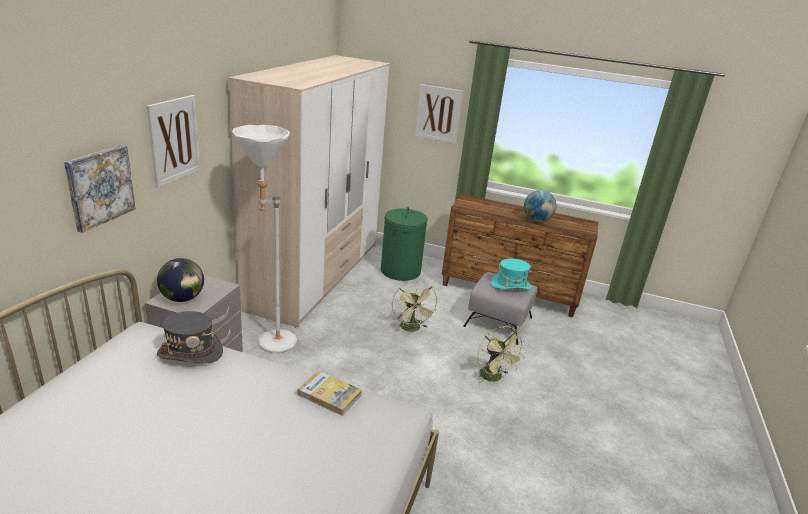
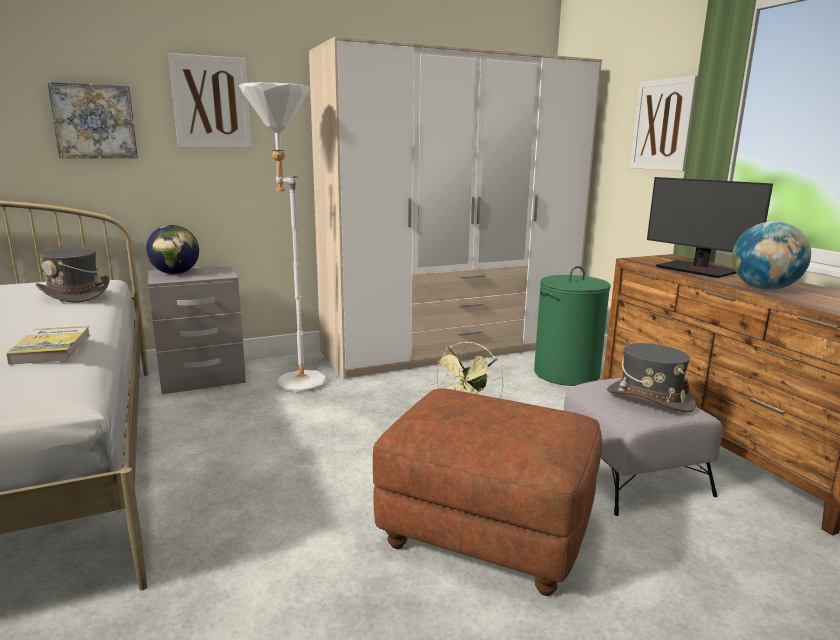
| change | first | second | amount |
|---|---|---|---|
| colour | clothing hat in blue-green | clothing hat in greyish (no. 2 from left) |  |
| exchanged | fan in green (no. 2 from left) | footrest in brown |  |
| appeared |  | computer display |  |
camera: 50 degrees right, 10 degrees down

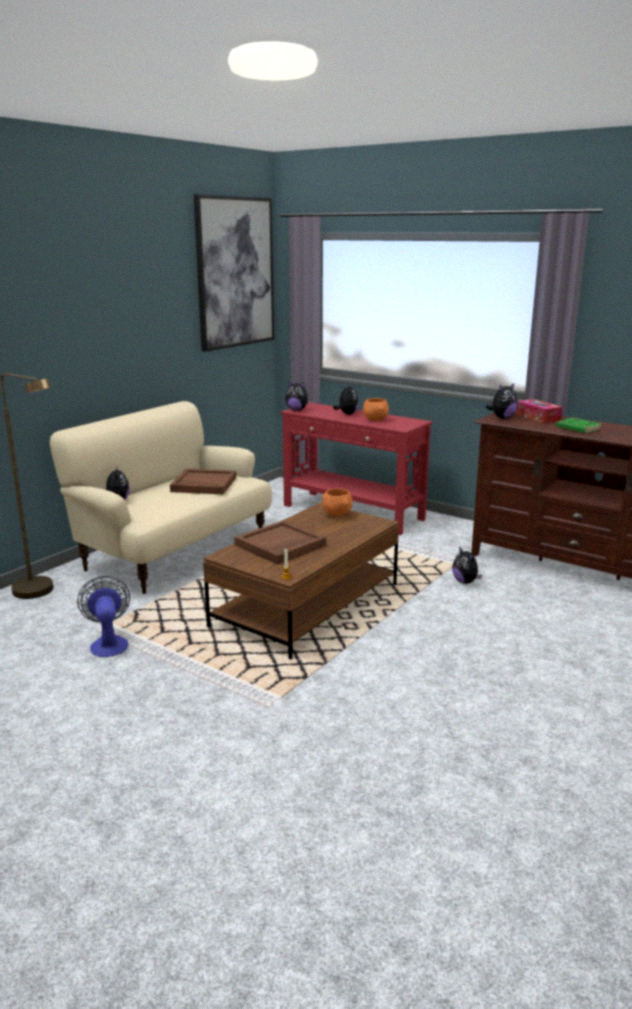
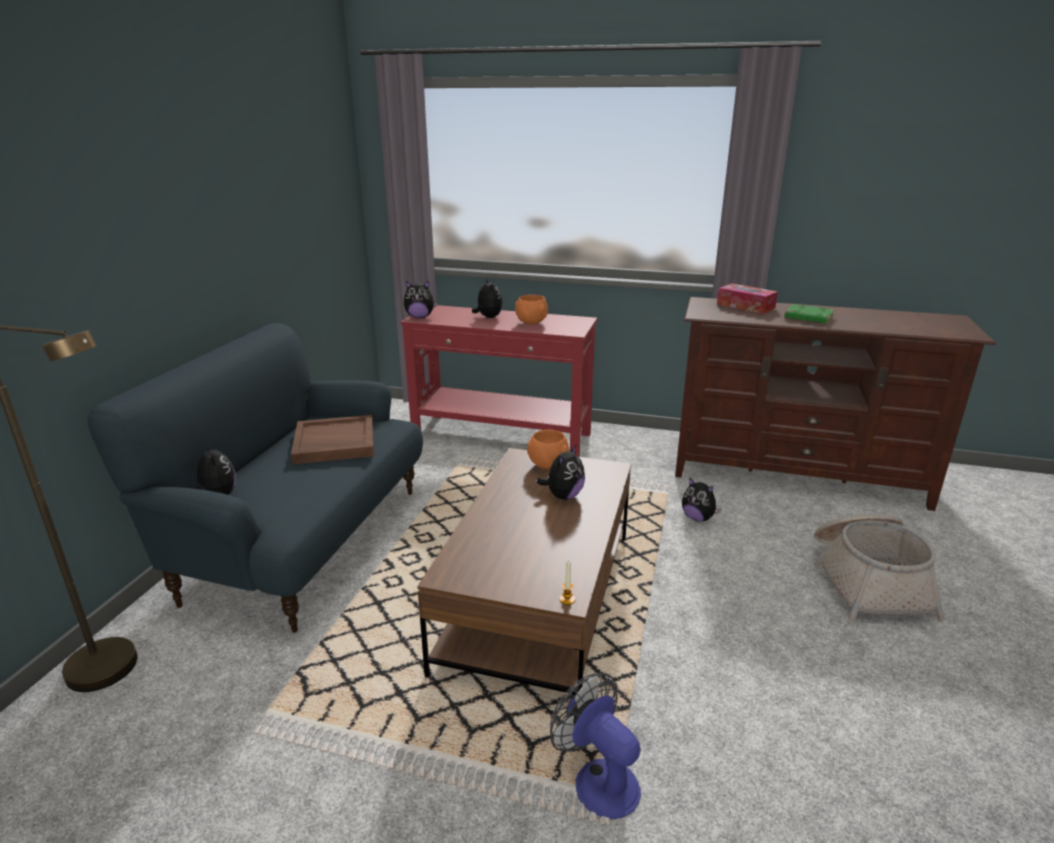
| change | first | second | amount |
|---|---|---|---|
| missing | picture |  |  |
| relocated | plush toy (no. 5 from left in the first image) | plush toy (no. 4 from left) |  |
| colour | sofa in beige-coloured | sofa in blue-coloured |  |
| missing | carrying tray in brown (no. 2 from left) |  |  |
| relocated | fan |  |  |
| appeared |  | storage basket |  |
camera: 20 degrees left, 5 degrees up

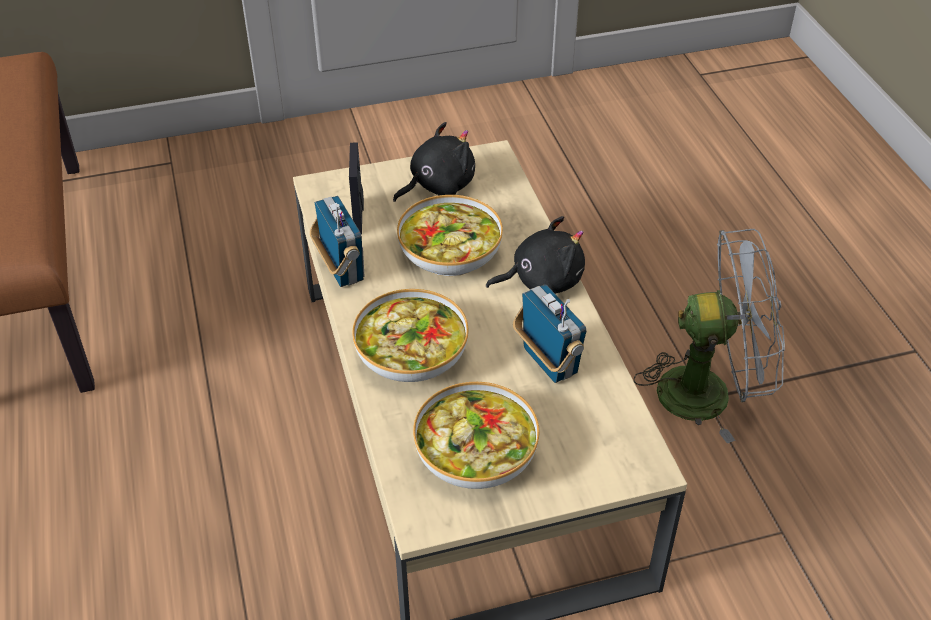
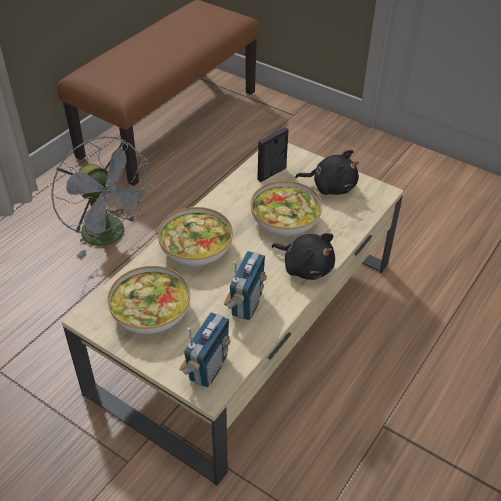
| change | first | second | amount |
|---|---|---|---|
| relocated | radio (no. 1 from left) |  |  |
| relocated | fan in greyish |  |  |
camera: 50 degrees right, 0 degrees up

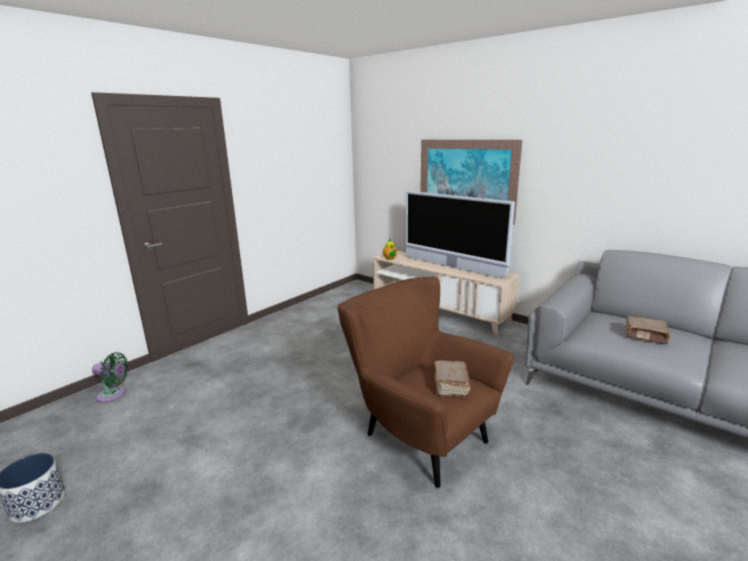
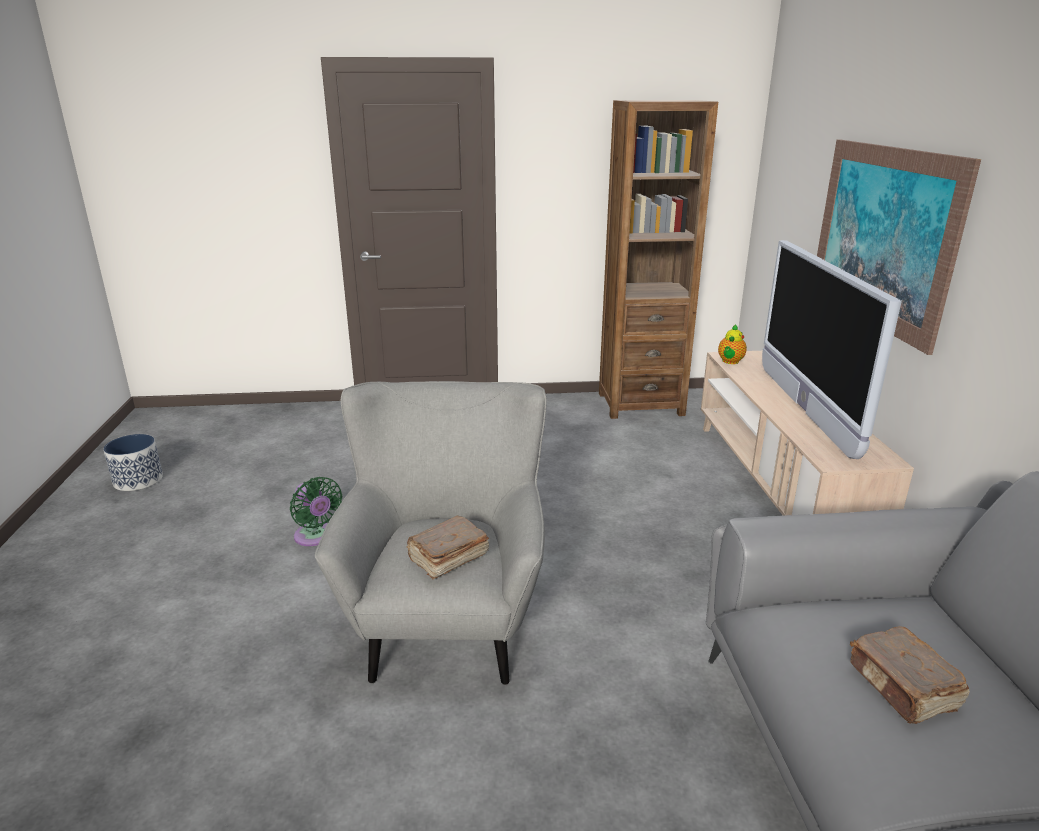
| change | first | second | amount |
|---|---|---|---|
| colour | easy chair in brown | easy chair in greyish |  |
| relocated | fan in green |  |  |
| appeared |  | shelving unit in brown |  |
camera: 45 degrees right, 5 degrees up

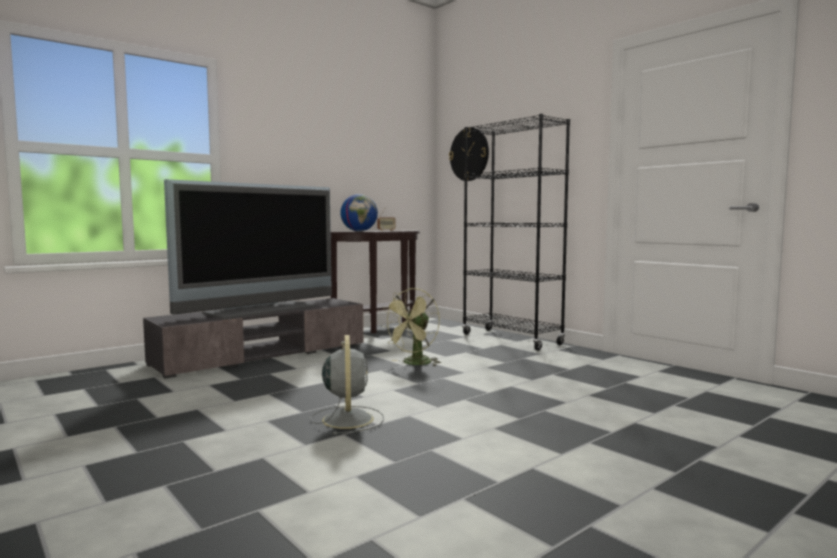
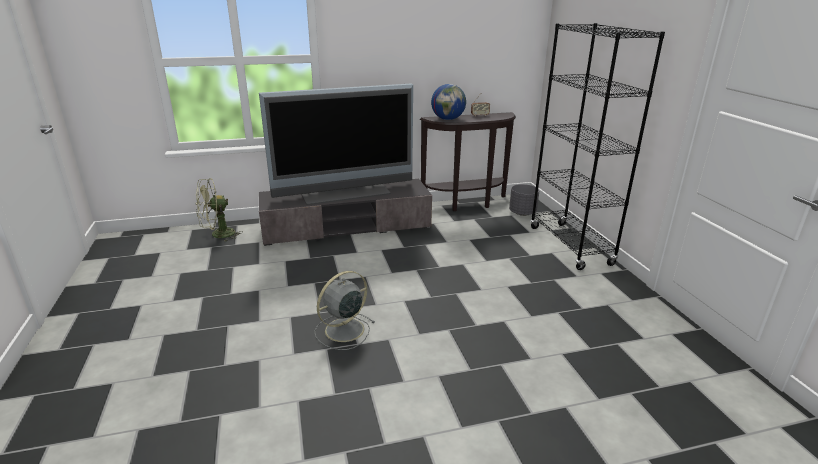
| change | first | second | amount |
|---|---|---|---|
| missing | wall clock |  |  |
| relocated | fan in green |  |  |
| spun | fan in greyish |  | 150 degrees counterclockwise |
| appeared |  | plant pot in greyish |  |
camera: 25 degrees right, 20 degrees up

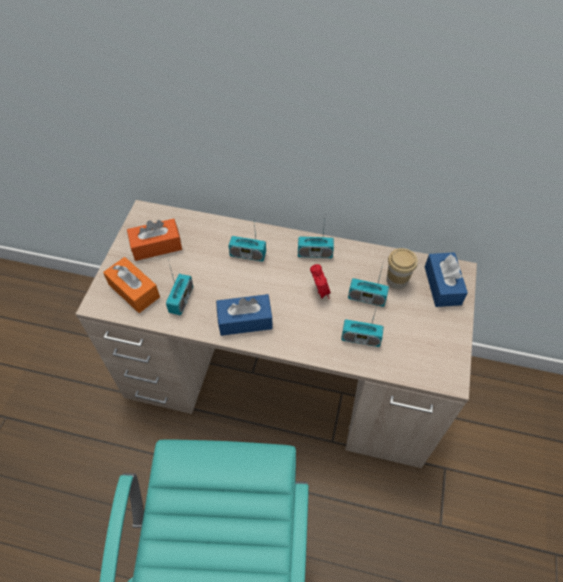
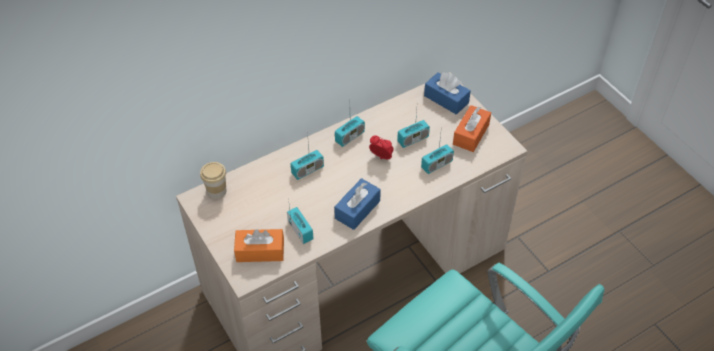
| change | first | second | amount |
|---|---|---|---|
| relocated | tissue box in orange-coloured (no. 2 from left) |  |  |
| relocated | cup |  |  |
camera: 45 degrees left, 5 degrees down

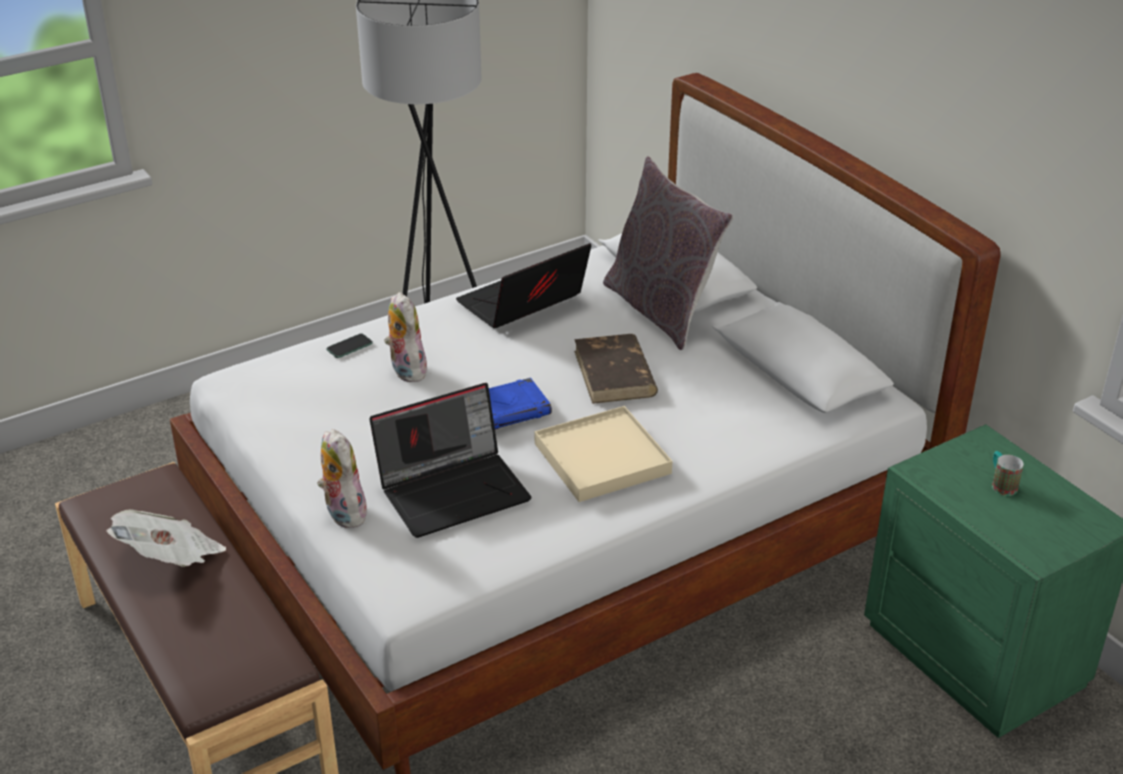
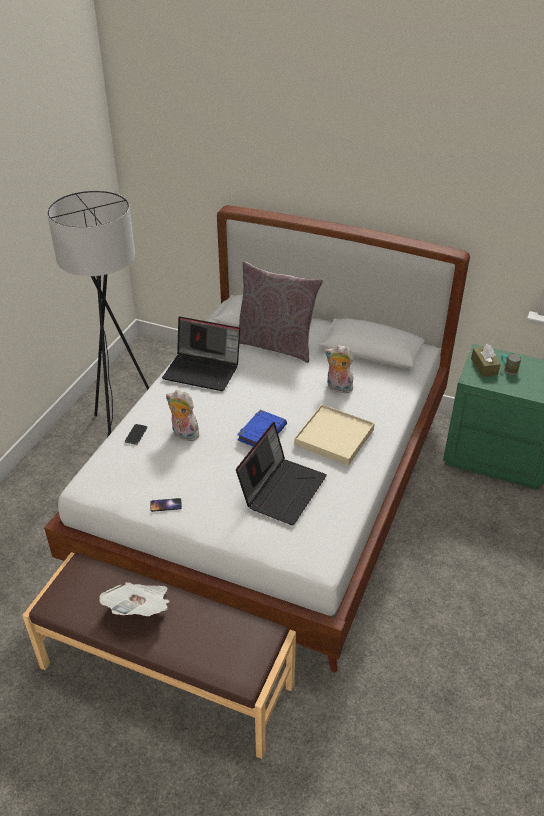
| change | first | second | amount |
|---|---|---|---|
| spun | notebook computer (no. 2 from left in the first image) | notebook computer (no. 1 from left) | 90 degrees counterclockwise |
| missing | book in brown |  |  |
| relocated | plush toy (no. 1 from left in the first image) | plush toy (no. 2 from left) |  |
| appeared |  | tissue box in brown |  |
| appeared |  | handset (no. 2 from left) |  |
camera: 35 degrees left, 5 degrees up

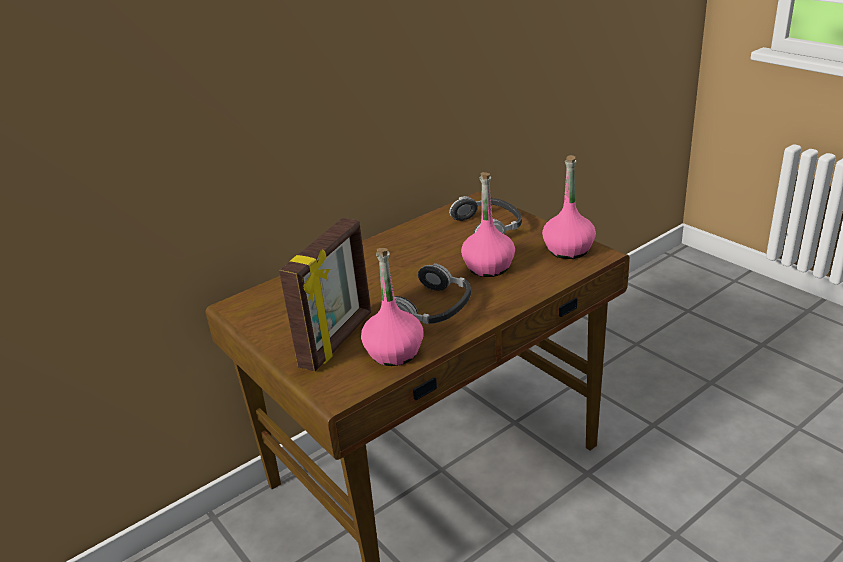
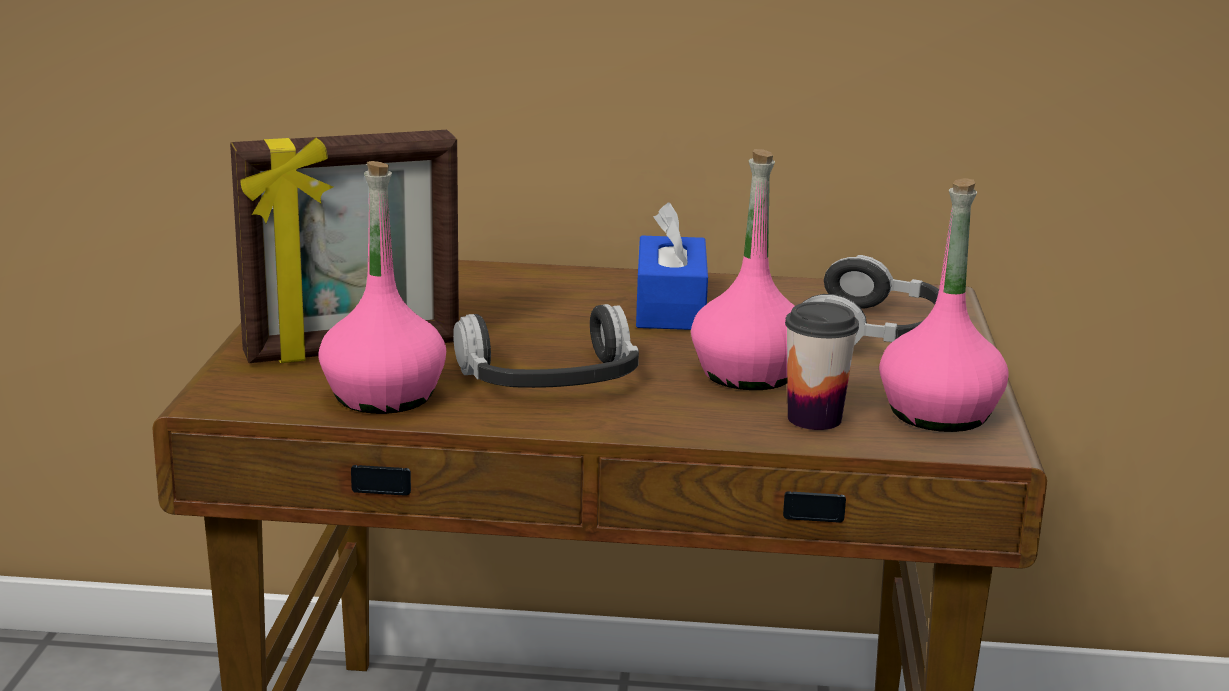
| change | first | second | amount |
|---|---|---|---|
| appeared |  | tissue box in blue-coloured |  |
| appeared |  | cup |  |
camera: 40 degrees right, 10 degrees down

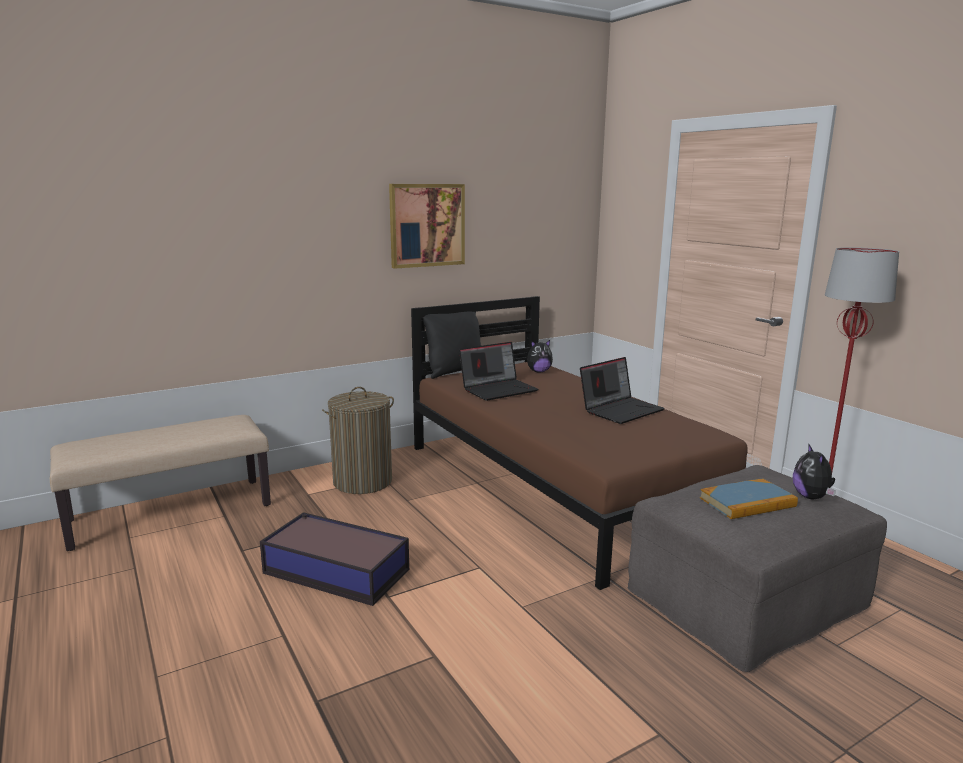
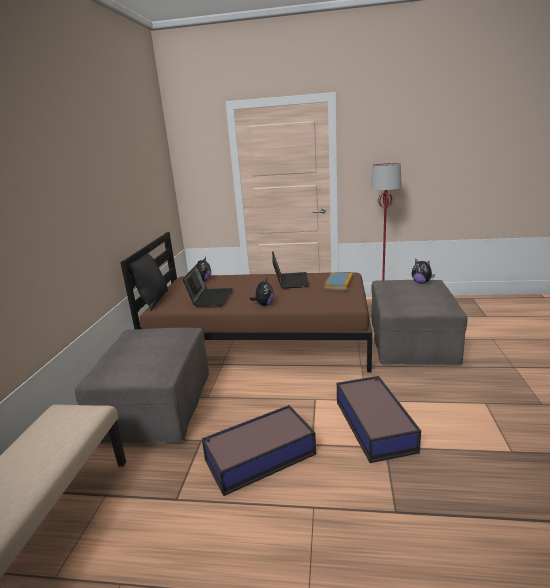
| change | first | second | amount |
|---|---|---|---|
| missing | picture |  |  |
| exchanged | washing basket | footrest in greyish (no. 1 from left) |  |
| relocated | book |  |  |
| appeared |  | plush toy (no. 2 from left) |  |
| appeared |  | storage box (no. 2 from left) |  |
camera: 50 degrees left, 5 degrees up

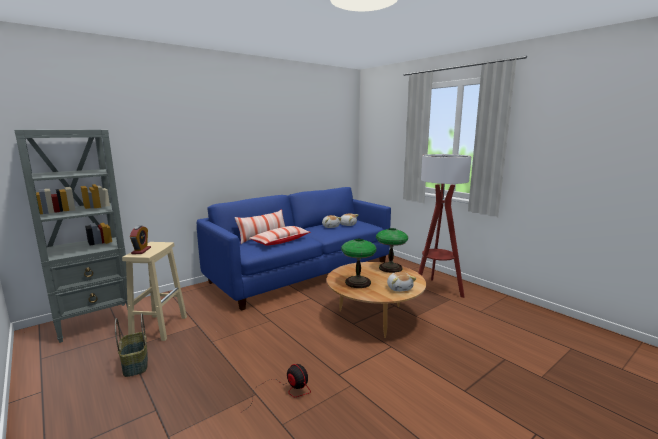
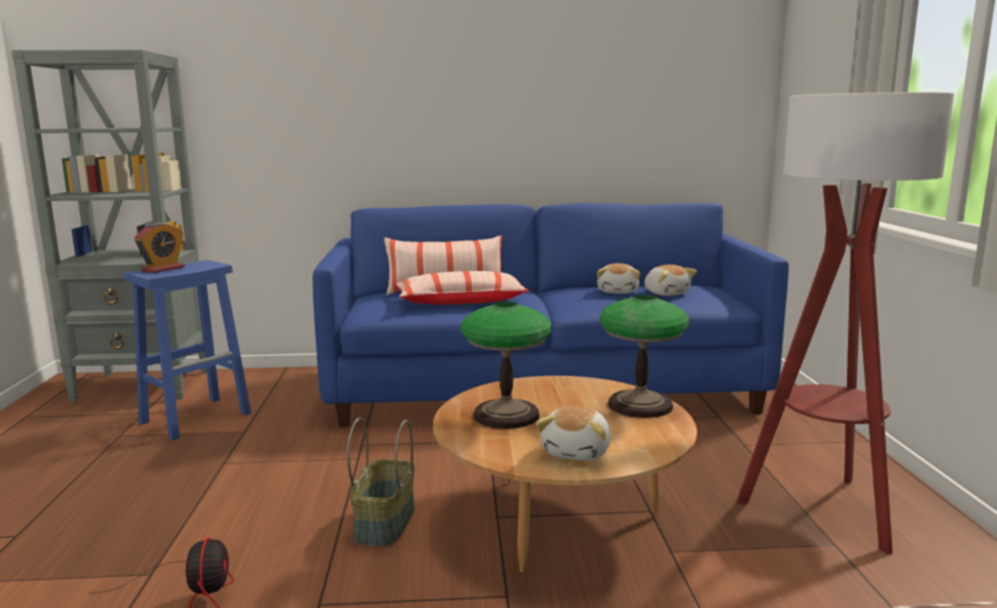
| change | first | second | amount |
|---|---|---|---|
| colour | stool seat in beige-coloured | stool seat in blue-coloured |  |
| relocated | storage basket |  |  |
camera: 35 degrees right, 0 degrees up

